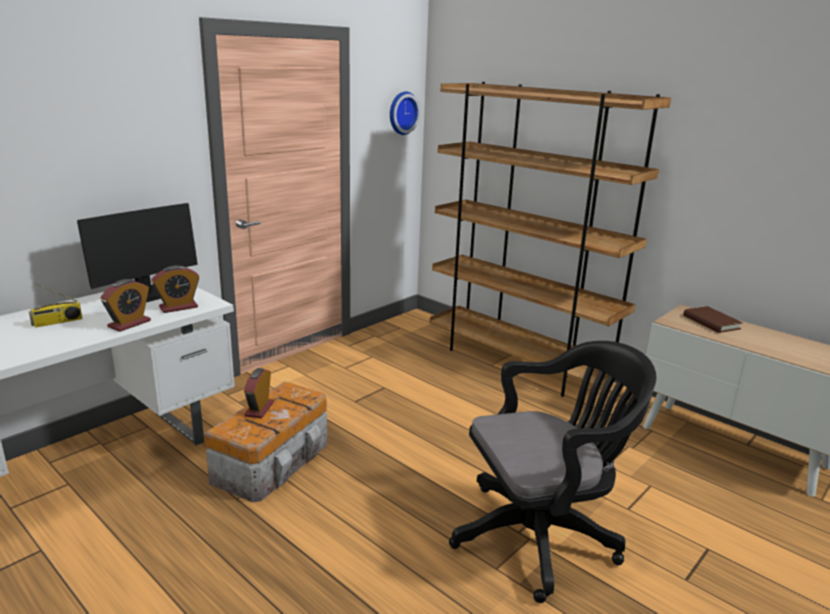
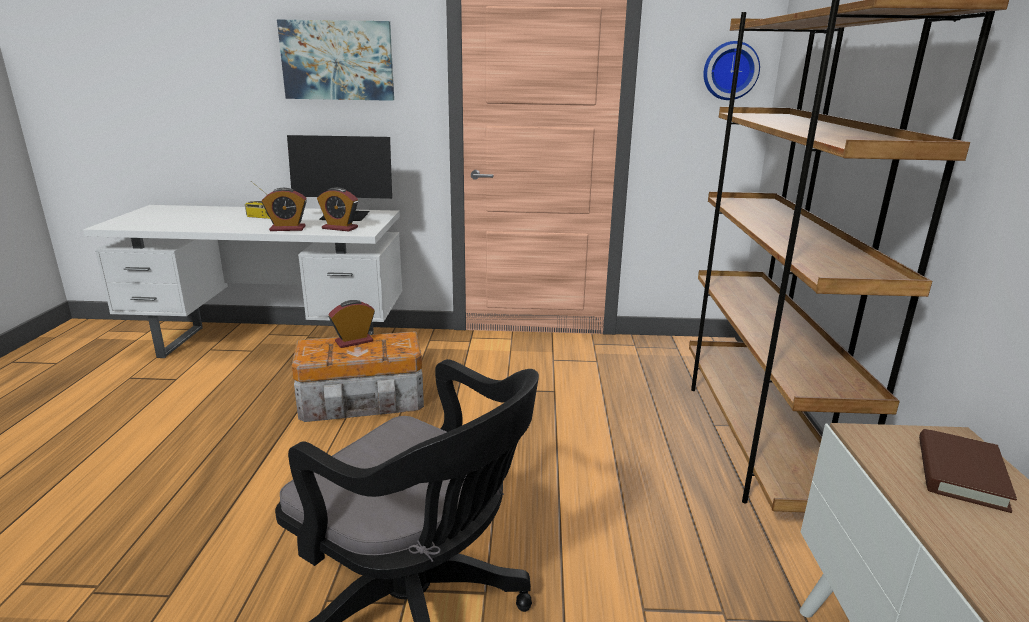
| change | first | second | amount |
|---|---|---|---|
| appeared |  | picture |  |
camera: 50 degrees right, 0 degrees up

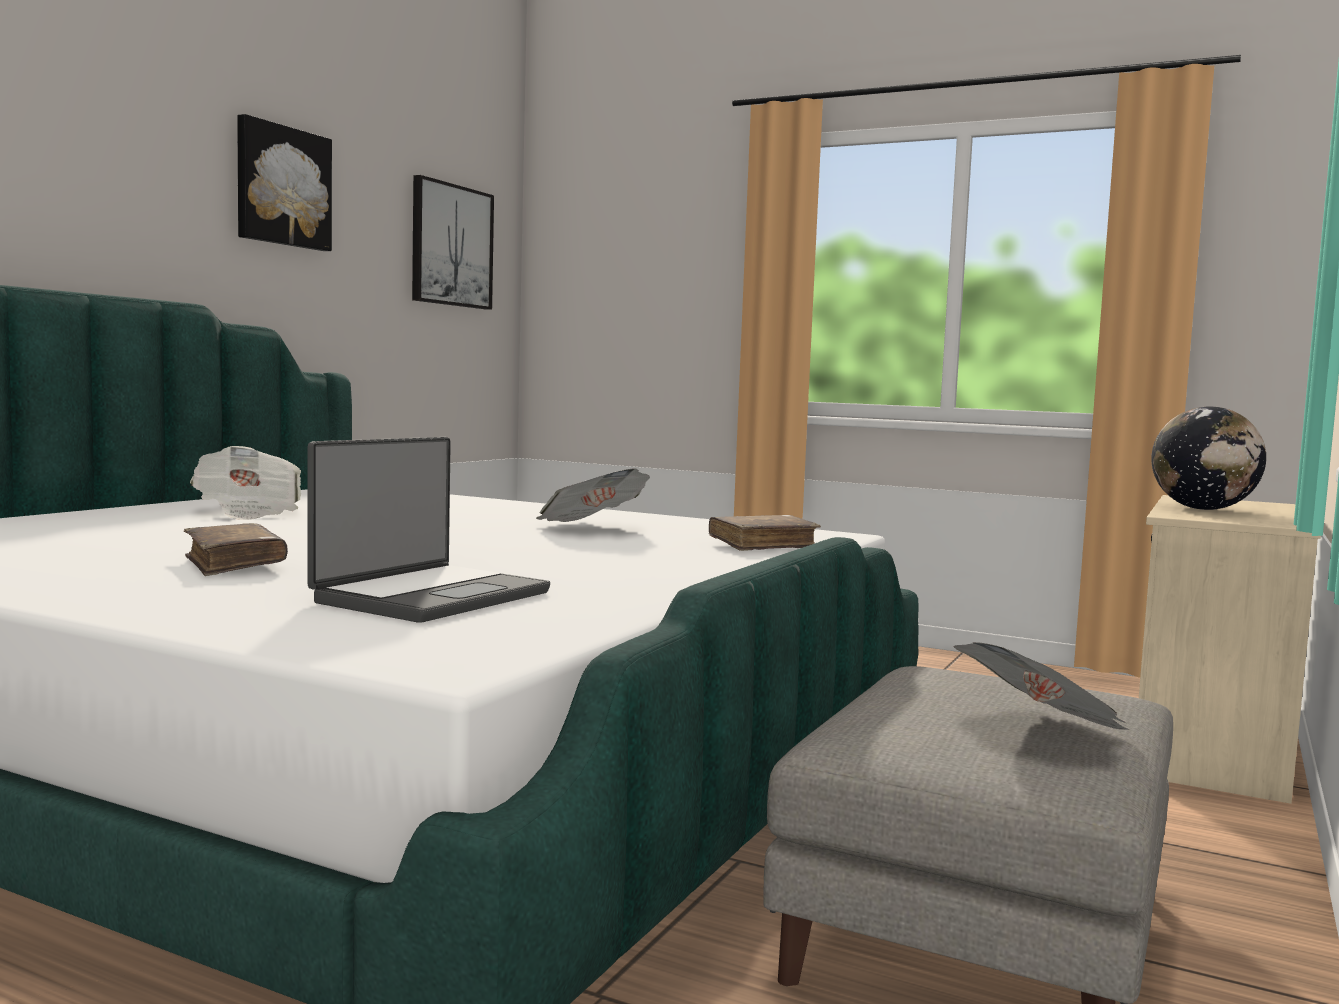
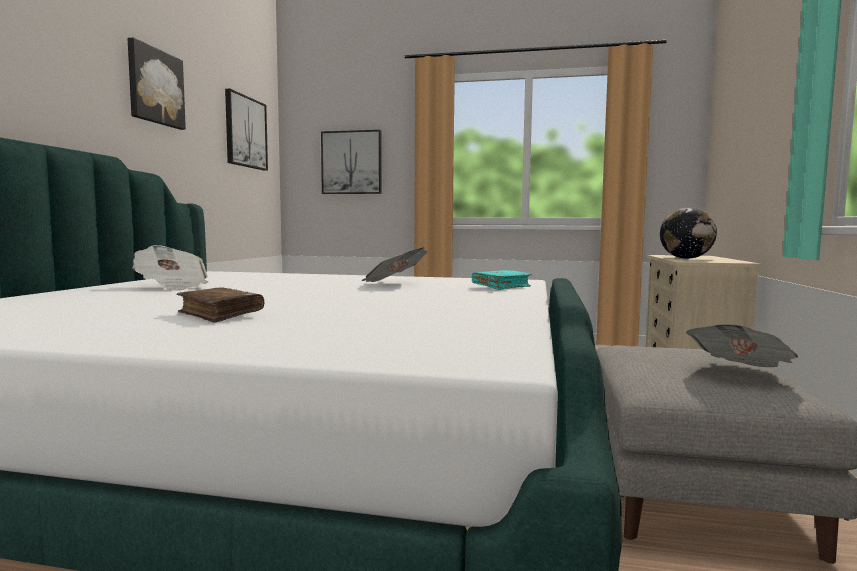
| change | first | second | amount |
|---|---|---|---|
| missing | notebook computer |  |  |
| colour | book in brown (no. 2 from left) | book in blue-green |  |
| appeared |  | picture (no. 3 from left) |  |
camera: 15 degrees left, 0 degrees up

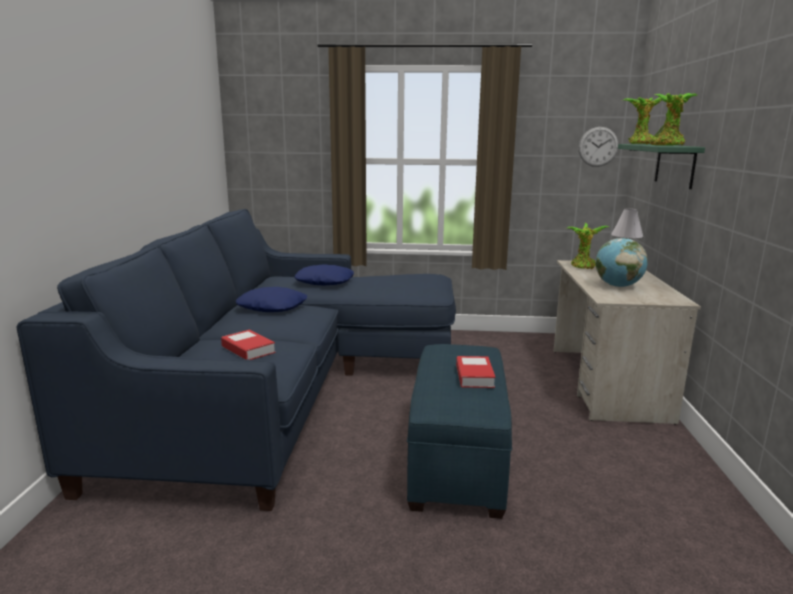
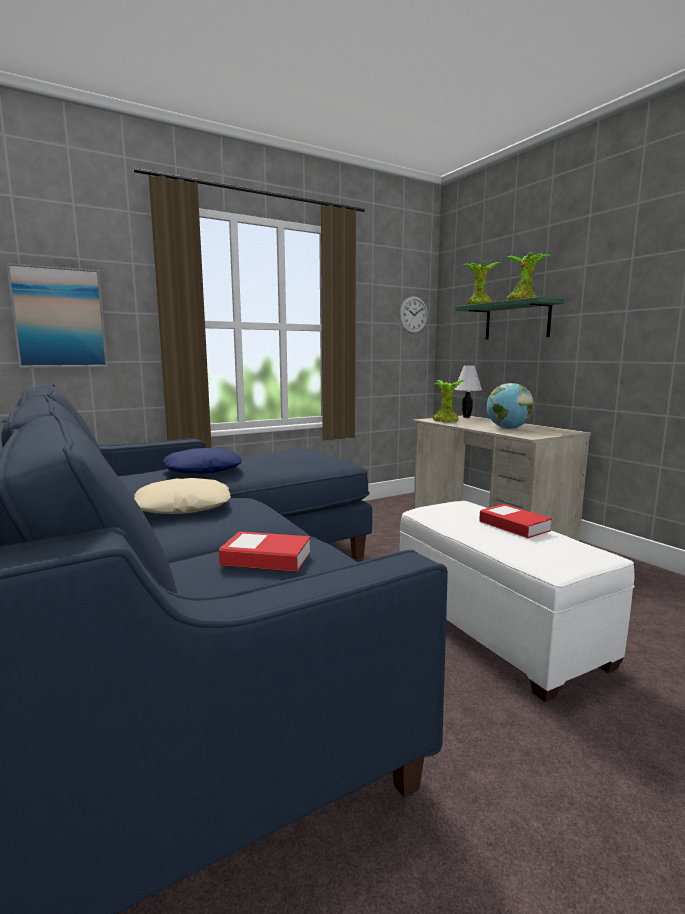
| change | first | second | amount |
|---|---|---|---|
| colour | throw pillow in blue-coloured (no. 1 from left) | throw pillow in beige-coloured |  |
| colour | footrest in blue-coloured | footrest in white |  |
| appeared |  | picture |  |
camera: 35 degrees left, 5 degrees down

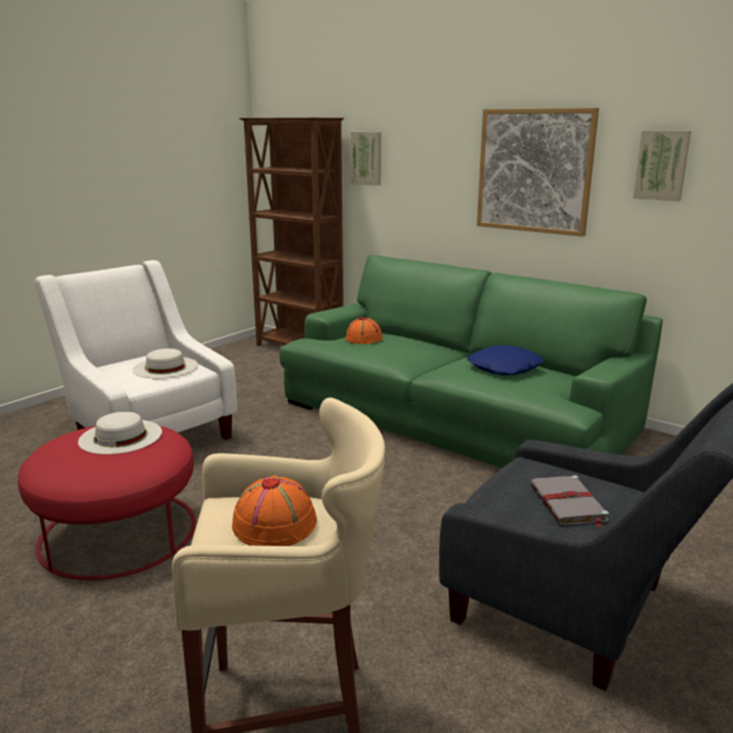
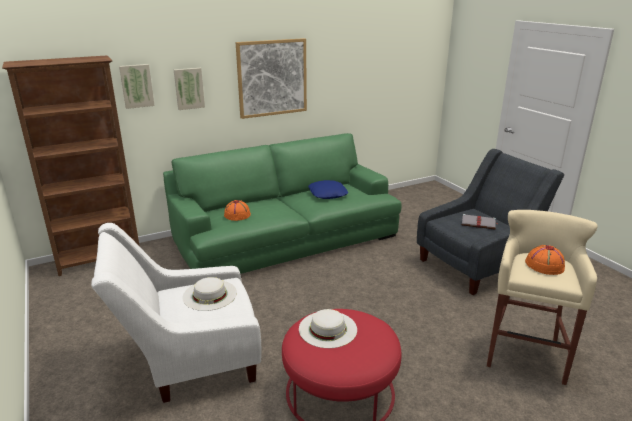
| change | first | second | amount |
|---|---|---|---|
| relocated | picture (no. 3 from left in the first image) | picture (no. 2 from left) |  |
camera: 65 degrees left, 5 degrees up

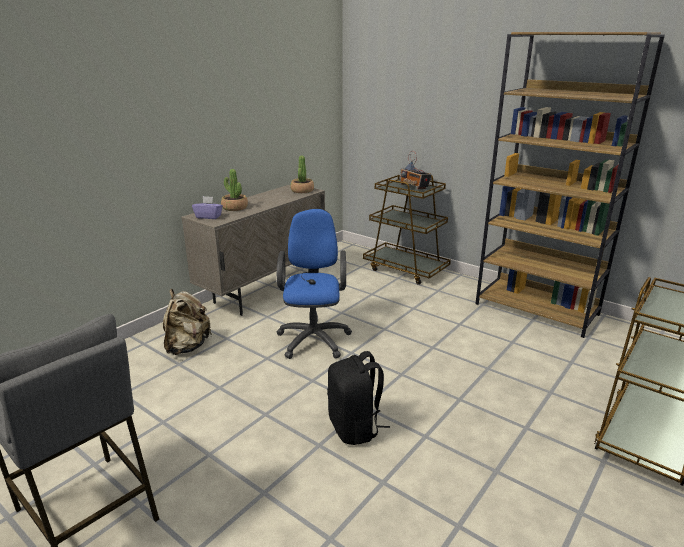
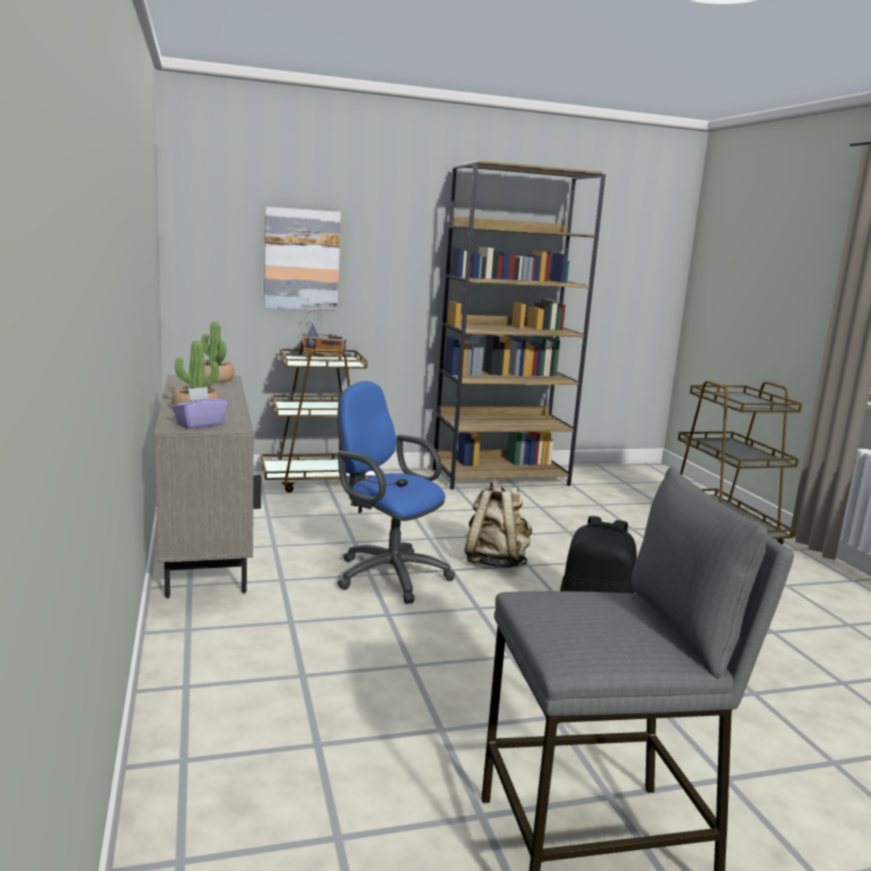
| change | first | second | amount |
|---|---|---|---|
| relocated | backpack in beige-coloured |  |  |
| appeared |  | picture |  |
camera: 55 degrees left, 10 degrees down

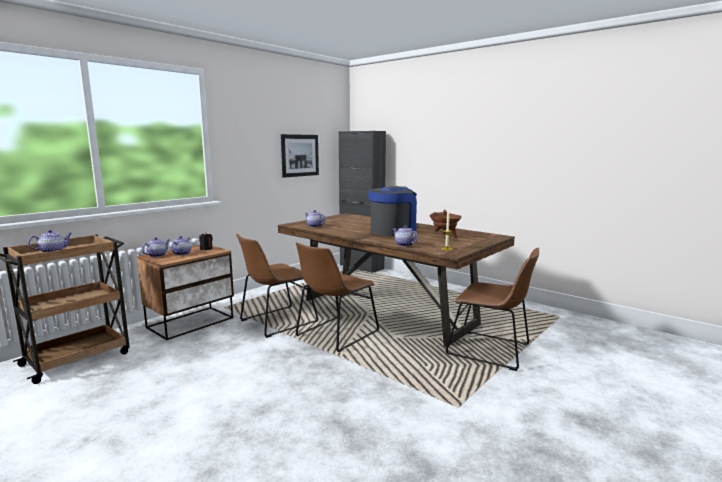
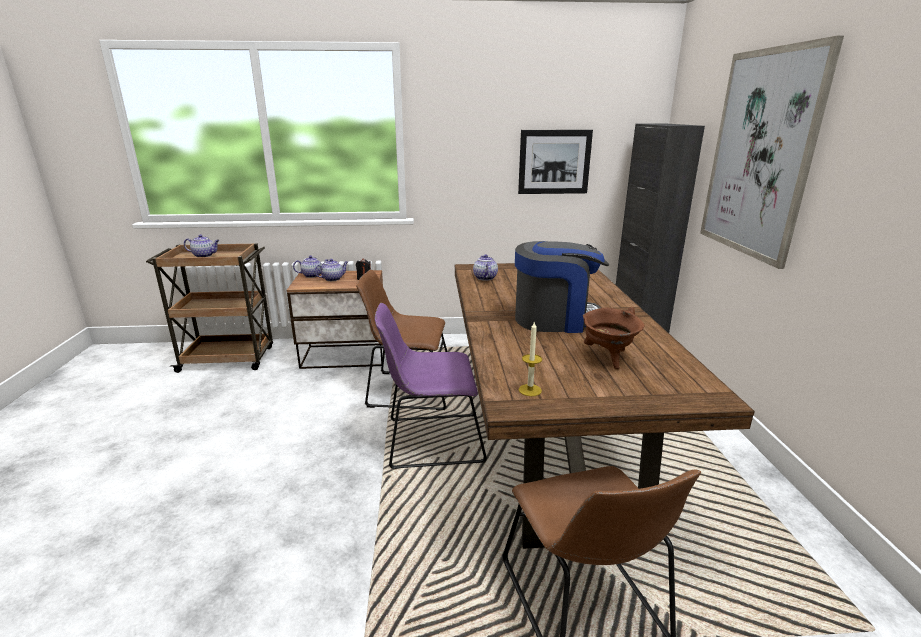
| change | first | second | amount |
|---|---|---|---|
| missing | tea pot (no. 5 from left) |  |  |
| colour | plain chair in brown (no. 2 from left) | plain chair in purple |  |
| appeared |  | picture (no. 2 from left) |  |
camera: 45 degrees right, 10 degrees up

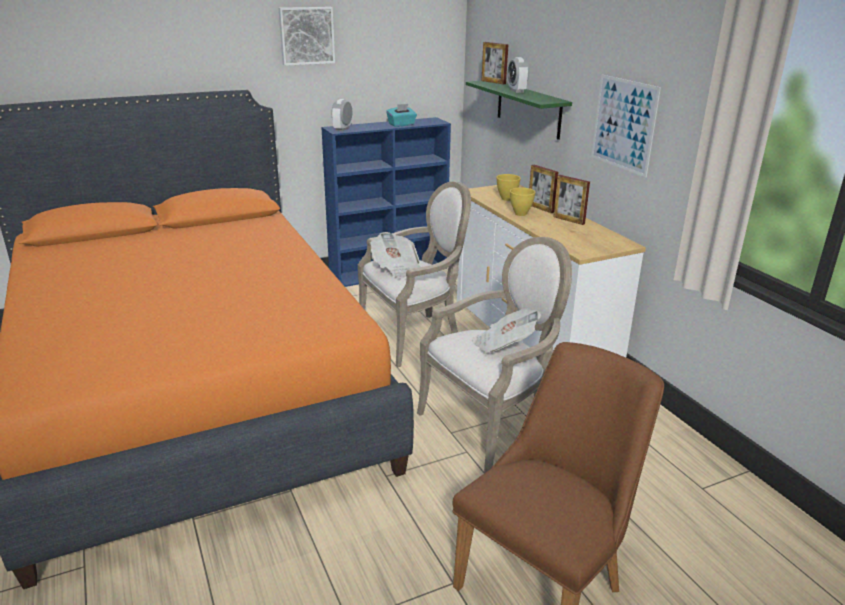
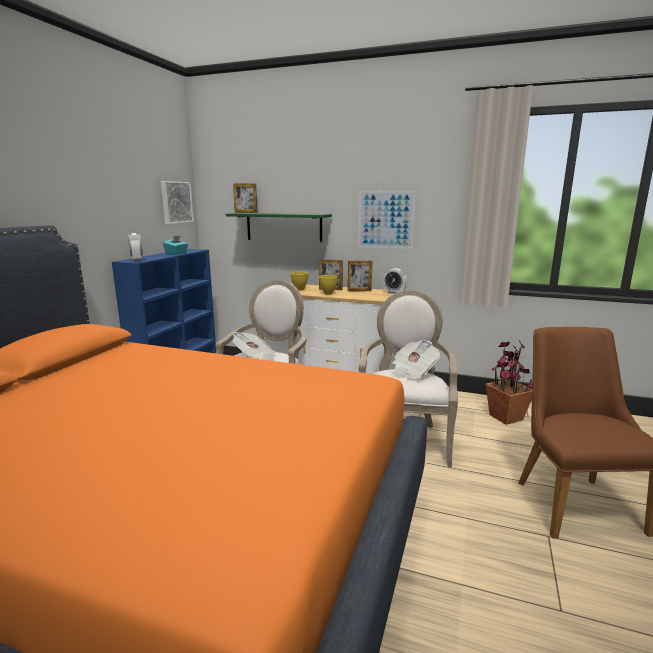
| change | first | second | amount |
|---|---|---|---|
| relocated | picture (no. 1 from left) |  |  |
| relocated | alarm clock (no. 2 from left) |  |  |
| appeared |  | plant in a pot |  |
camera: 45 degrees left, 10 degrees down

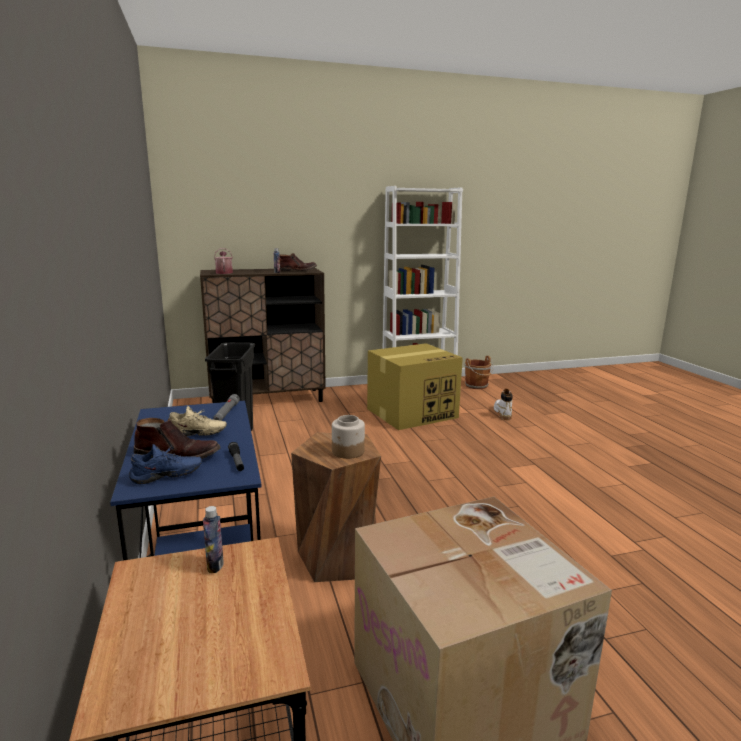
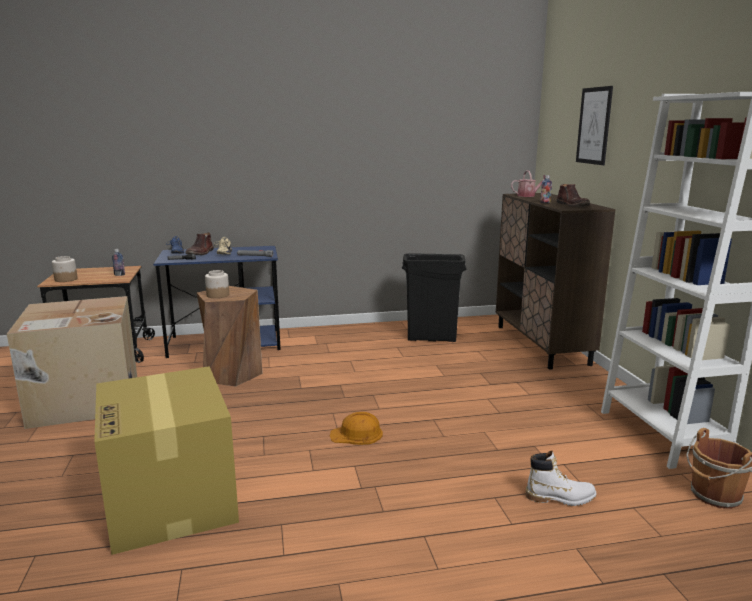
| change | first | second | amount |
|---|---|---|---|
| relocated | carton (no. 1 from left in the first image) | carton (no. 2 from left) |  |
| appeared |  | picture |  |
| appeared |  | preserve jar (no. 1 from left) |  |
| appeared |  | safety helmet in orange-coloured |  |
camera: 95 degrees right, 0 degrees up

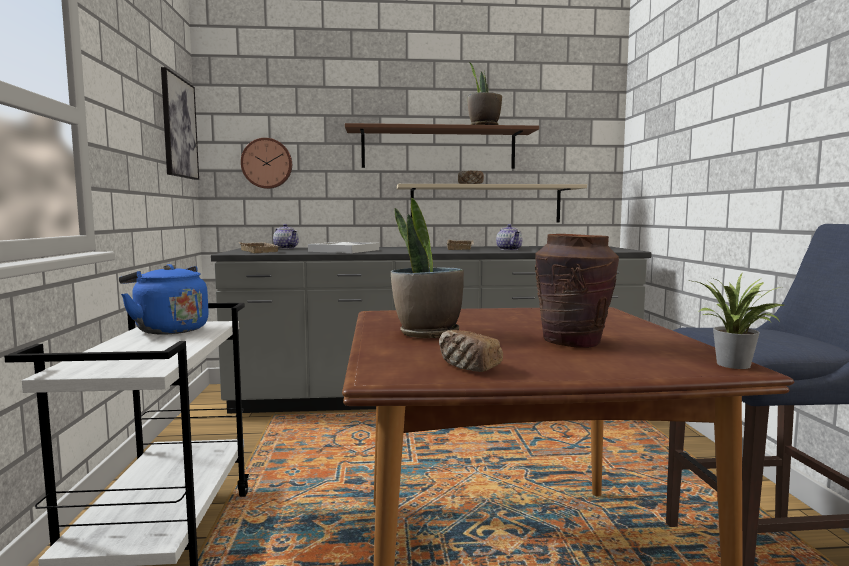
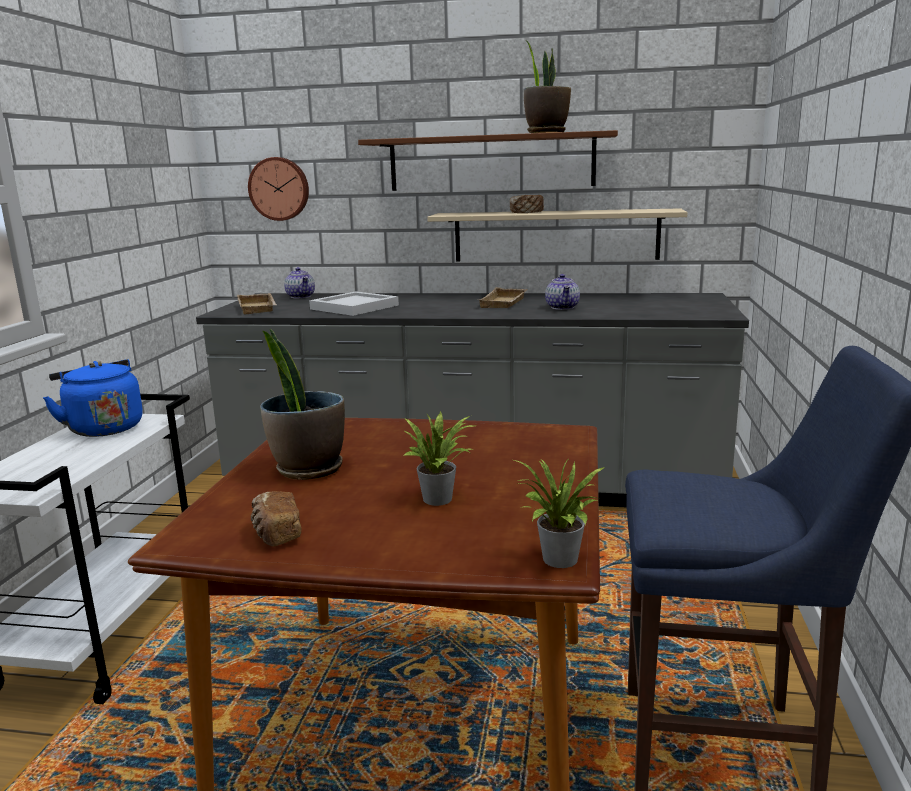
| change | first | second | amount |
|---|---|---|---|
| missing | picture |  |  |
| exchanged | flower vase in brown | plant in a pot (no. 2 from left) |  |
camera: 15 degrees right, 10 degrees up

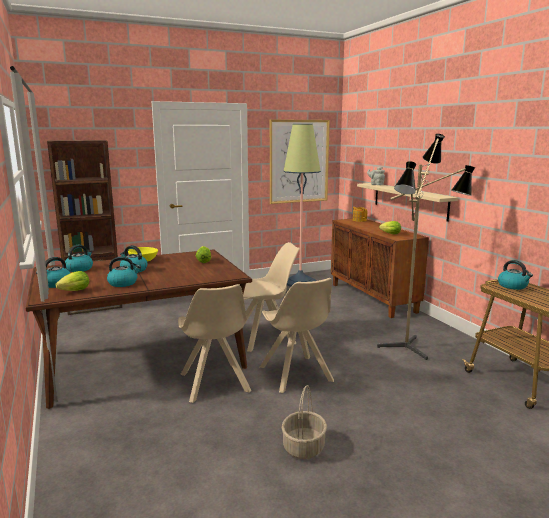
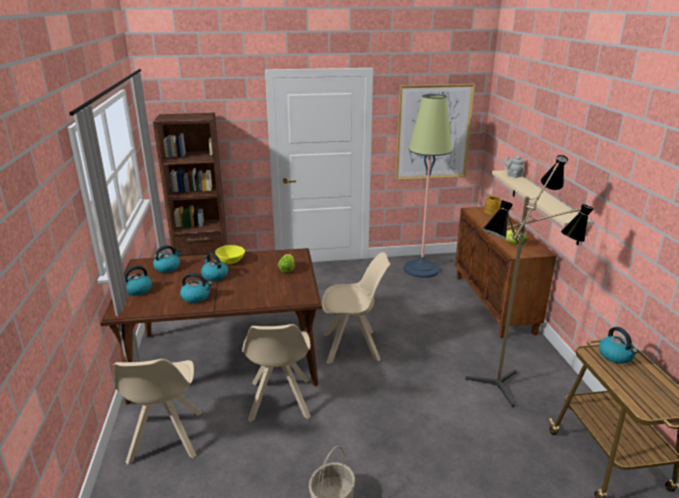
| change | first | second | amount |
|---|---|---|---|
| missing | lettuce (no. 1 from left) |  |  |
| relocated | plain chair in beige-coloured (no. 3 from left in the first image) | plain chair in beige-coloured (no. 1 from left) |  |
camera: 15 degrees right, 10 degrees up

